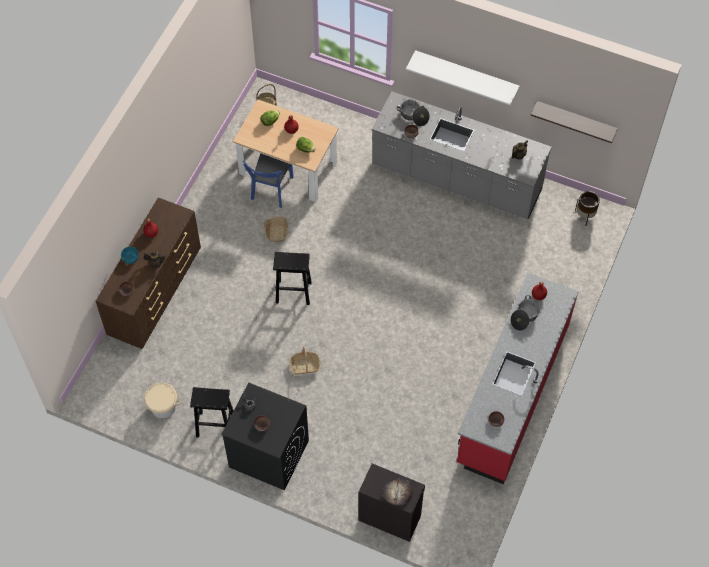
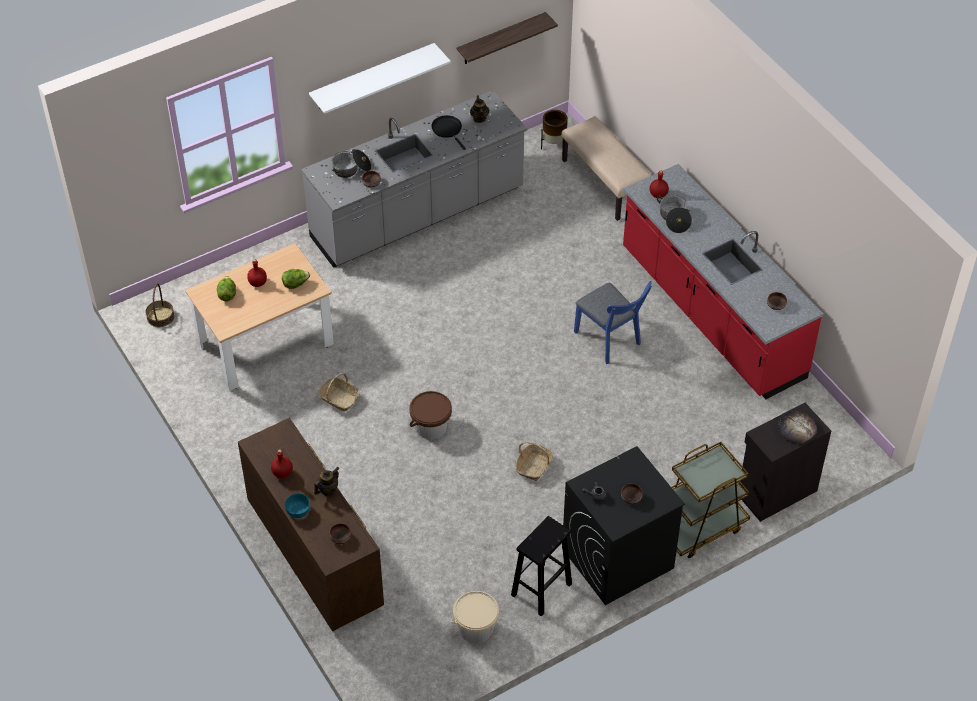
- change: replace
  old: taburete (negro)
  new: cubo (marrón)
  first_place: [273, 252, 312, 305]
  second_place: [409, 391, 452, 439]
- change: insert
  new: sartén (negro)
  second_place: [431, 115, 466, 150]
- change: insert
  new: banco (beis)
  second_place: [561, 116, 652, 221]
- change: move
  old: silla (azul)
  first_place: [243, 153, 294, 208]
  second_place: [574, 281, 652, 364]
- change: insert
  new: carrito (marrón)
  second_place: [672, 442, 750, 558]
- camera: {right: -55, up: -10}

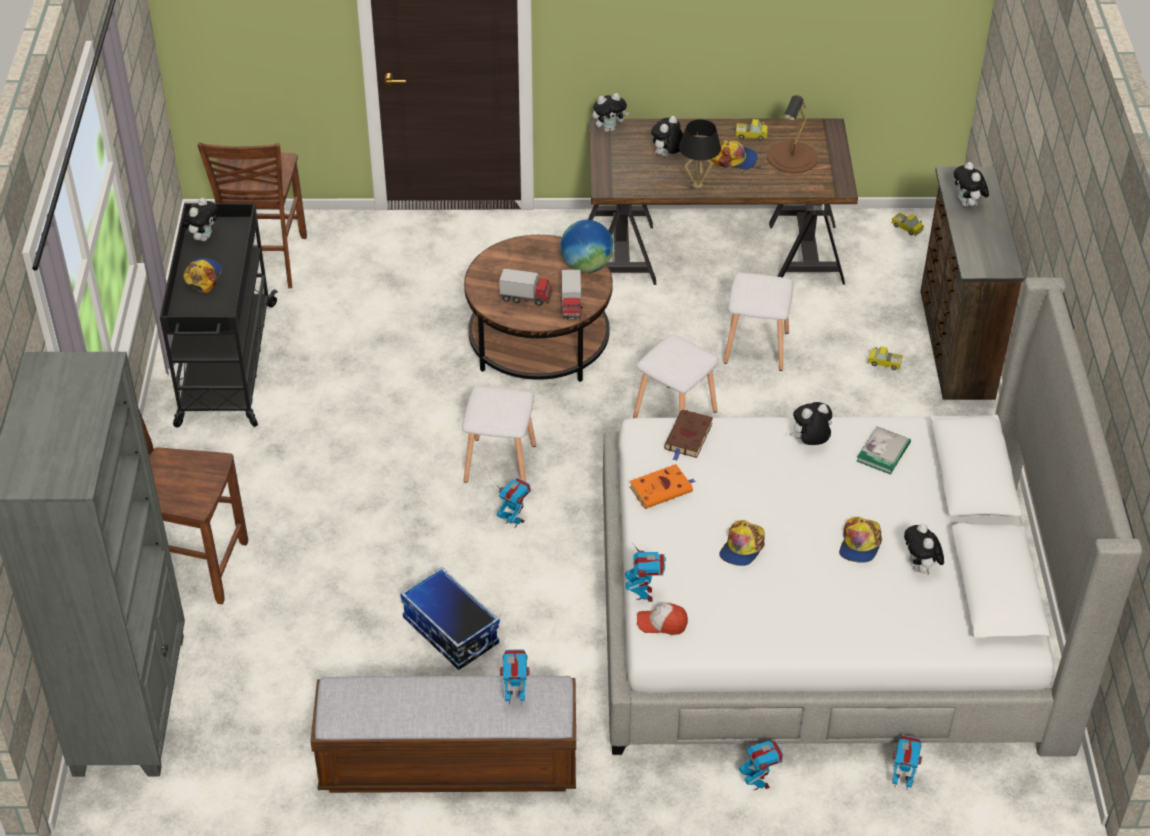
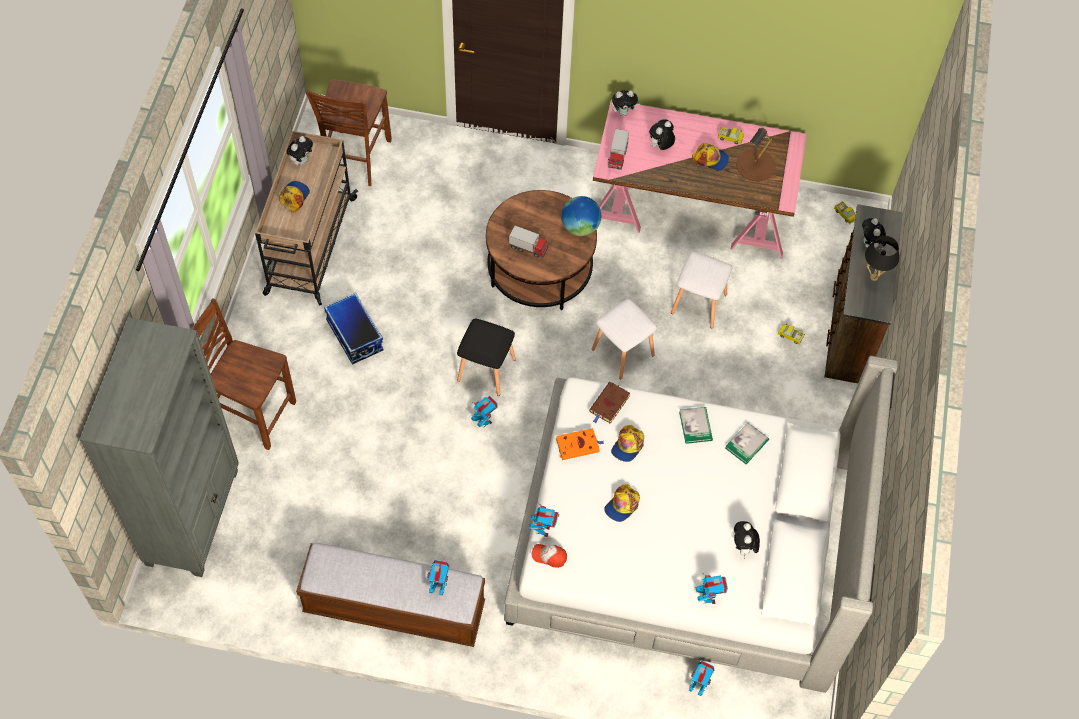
- change: recolor
  old: carrito (negro)
  new: carrito (beis)
  first_place: [160, 203, 278, 428]
  second_place: [255, 131, 358, 306]
- change: move
  old: caja de almacenaje
  first_place: [400, 567, 500, 670]
  second_place: [324, 293, 383, 365]
- change: recolor
  old: taburete (blanco)
  new: taburete (negro)
  first_place: [462, 386, 536, 483]
  second_place: [457, 319, 516, 396]
- change: recolor
  old: escritorio (marrón)
  new: escritorio (rosa)
  first_place: [588, 118, 858, 285]
  second_place: [593, 100, 807, 259]
- change: move
  old: camión de juguete
  first_place: [561, 269, 583, 319]
  second_place: [608, 129, 629, 170]
- change: move
  old: gorra
  first_place: [839, 517, 882, 563]
  second_place: [611, 425, 644, 462]
- change: replace
  old: peluche
  new: libro
  first_place: [789, 402, 832, 445]
  second_place: [679, 407, 713, 444]
- change: move
  old: robot de juguete
  first_place: [739, 739, 784, 790]
  second_place: [696, 574, 728, 604]
- change: move
  old: lámpara de mesa (negro)
  first_place: [679, 119, 721, 188]
  second_place: [865, 236, 899, 281]
- camera: {right: 10, up: 15}

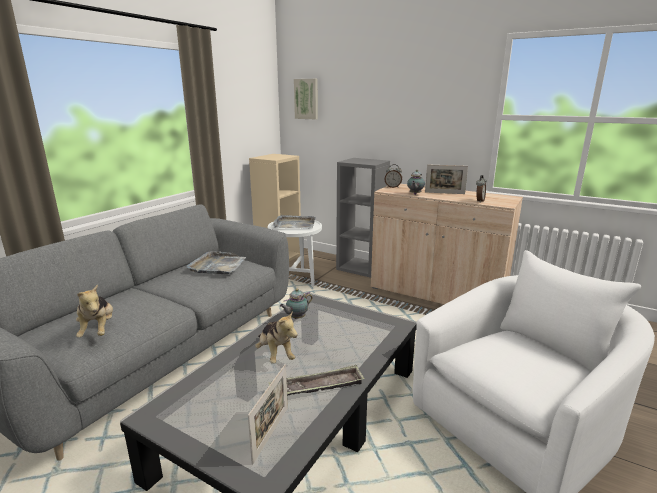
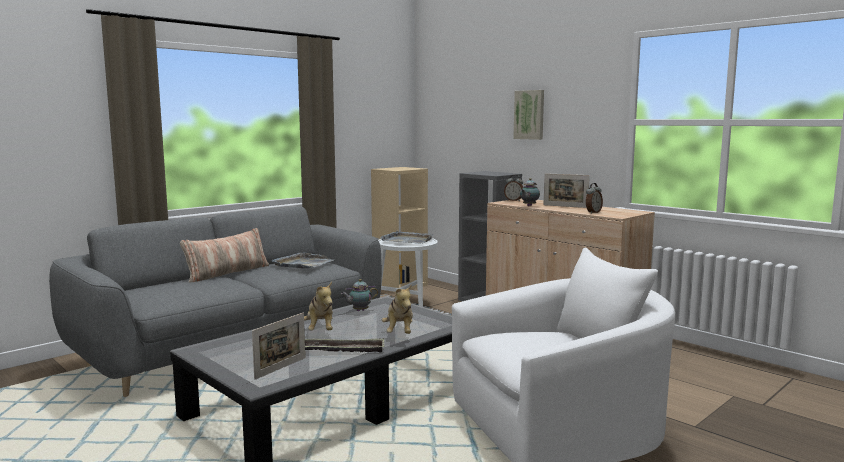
- change: insert
  new: cojín
  second_place: [180, 228, 269, 283]
- change: move
  old: peluche
  first_place: [76, 285, 113, 337]
  second_place: [382, 284, 413, 334]
- change: move
  old: cuadro
  first_place: [294, 79, 318, 119]
  second_place: [513, 90, 544, 140]
- camera: {right: 15, up: -10}

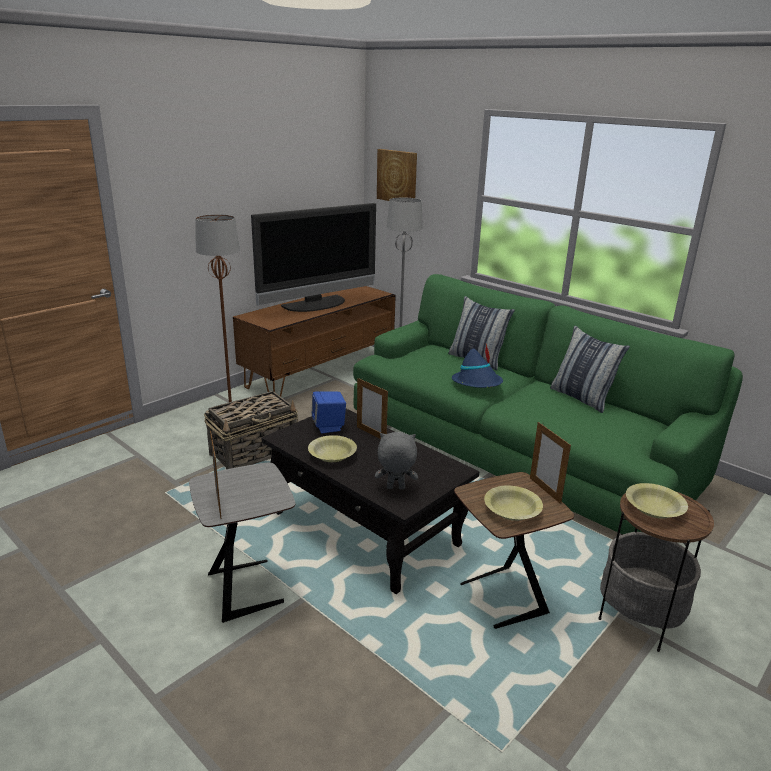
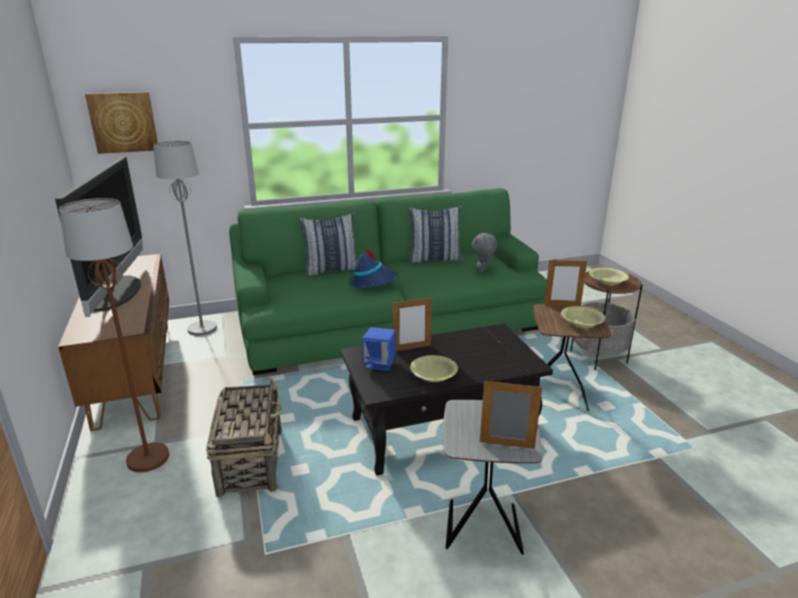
- change: move
  old: peluche (gris)
  first_place: [375, 432, 418, 489]
  second_place: [472, 232, 498, 273]
- camera: {right: -60, up: 0}

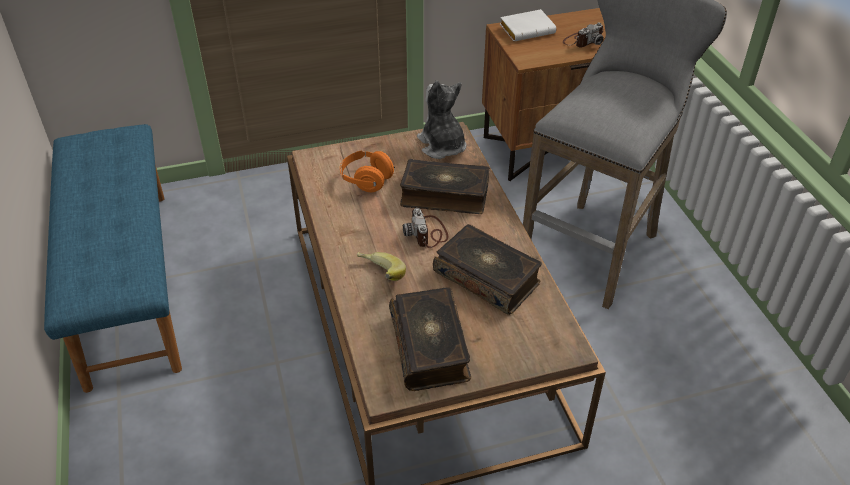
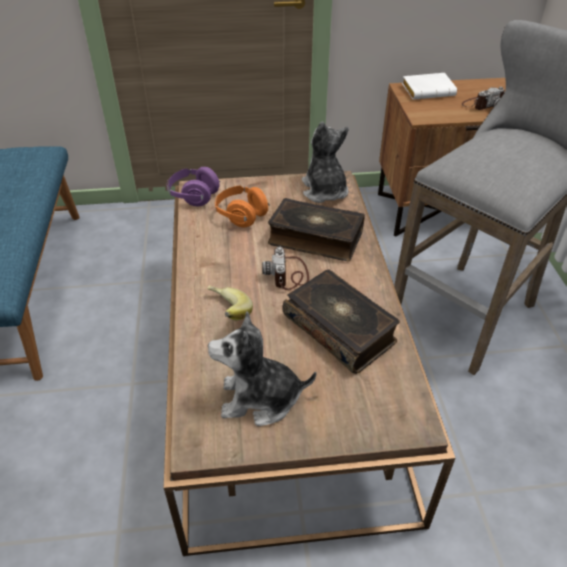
- change: insert
  new: auriculares (morado)
  second_place: [167, 167, 220, 206]
- change: replace
  old: libro
  new: peluche
  first_place: [389, 287, 471, 391]
  second_place: [208, 312, 316, 426]
- camera: {right: 10, up: 0}

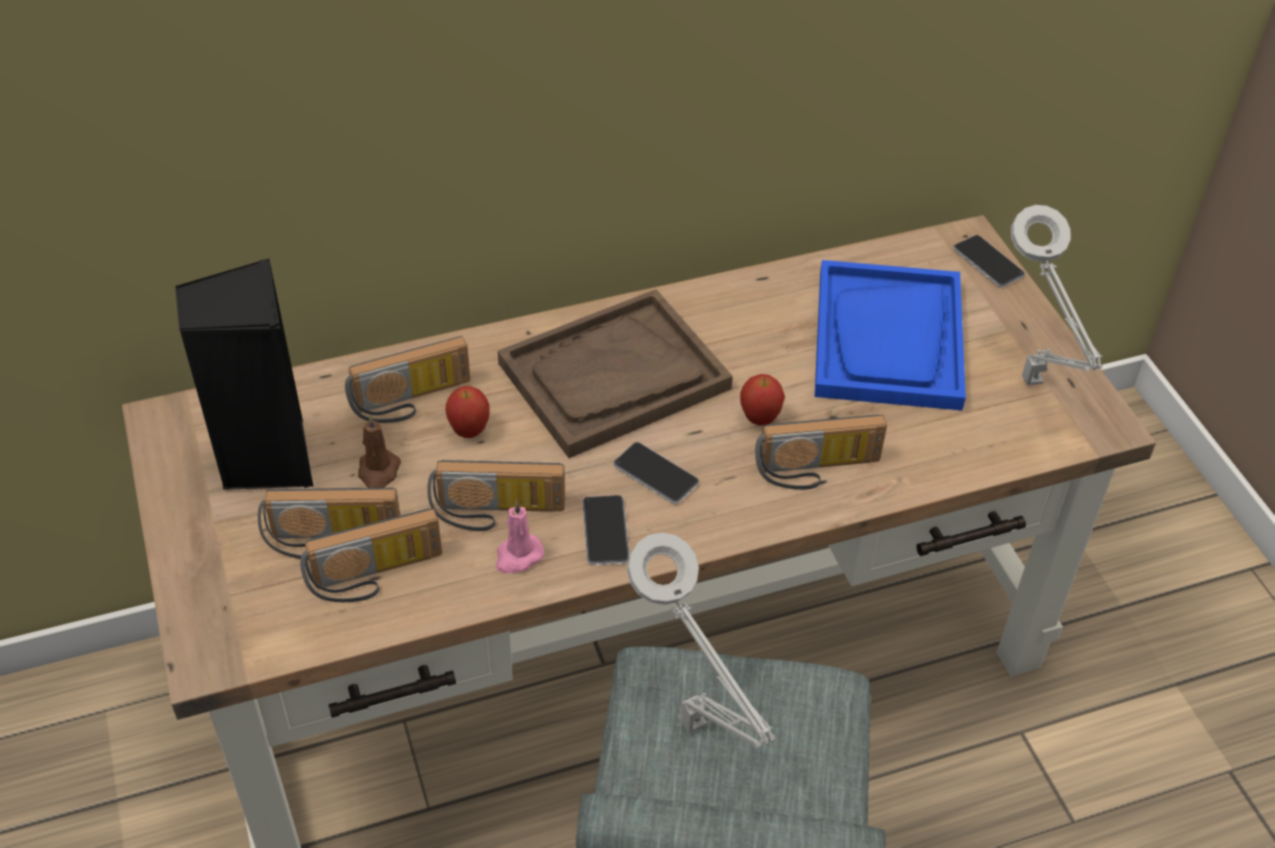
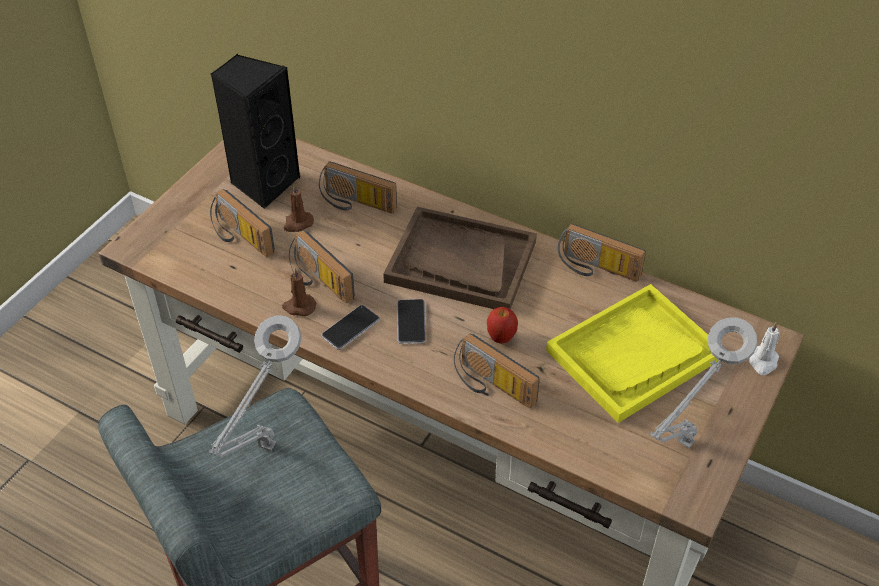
- change: recolor
  old: vela (rosa)
  new: vela (marrón)
  first_place: [496, 500, 544, 573]
  second_place: [282, 268, 316, 316]
- change: recolor
  old: bandeja (azul)
  new: bandeja (amarillo)
  first_place: [815, 260, 966, 411]
  second_place: [546, 284, 718, 423]
- change: move
  old: radio
  first_place: [300, 508, 442, 602]
  second_place: [558, 224, 646, 281]
- change: replace
  old: móvil
  new: vela (blanco)
  first_place: [953, 235, 1025, 288]
  second_place: [749, 323, 779, 375]
- change: delete
  old: manzana
  first_place: [445, 386, 489, 438]
- camera: {right: 50, up: 0}

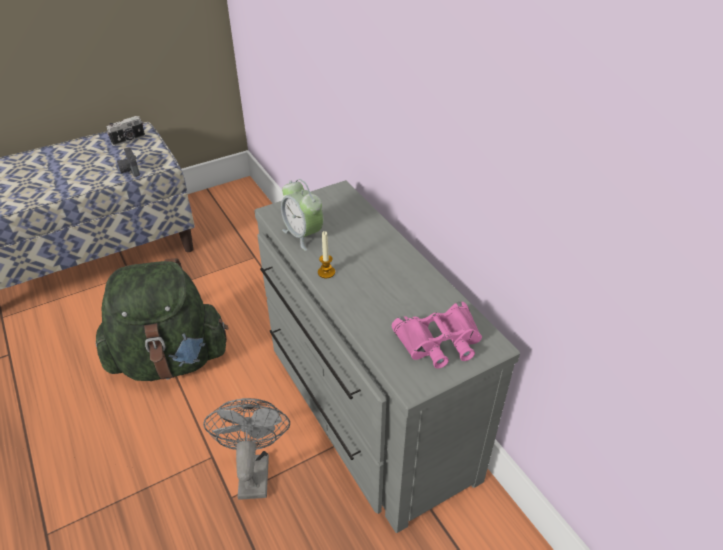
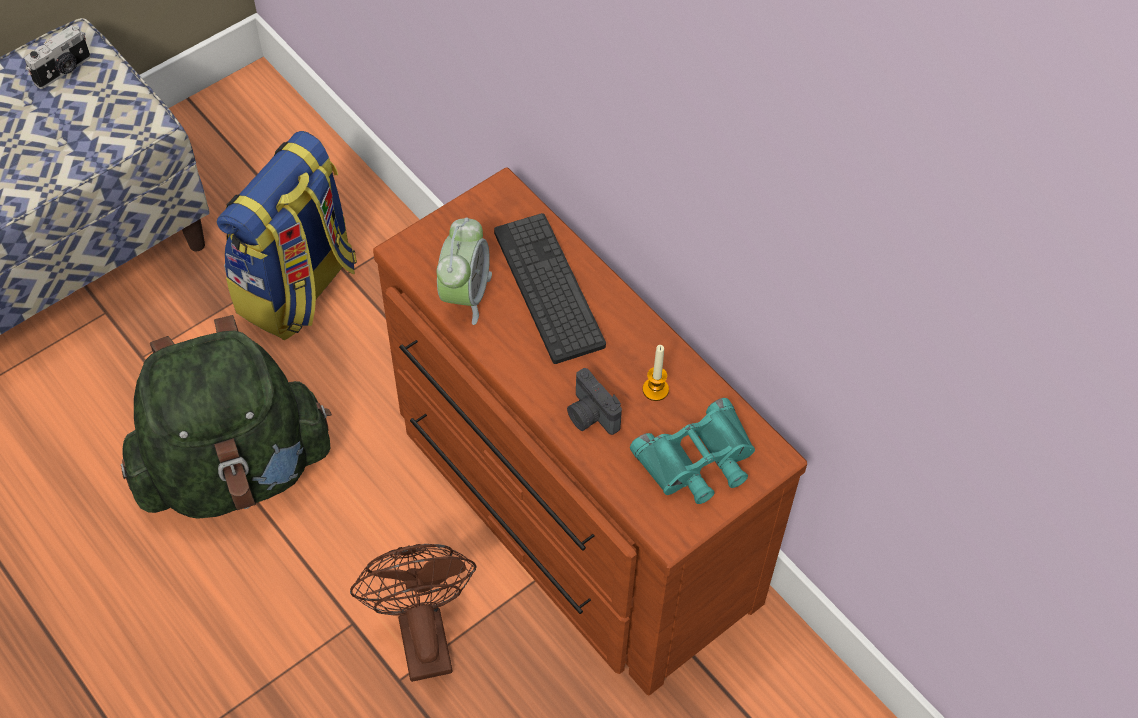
- change: insert
  new: mochila
  second_place: [217, 131, 357, 340]
- change: recolor
  old: ventilador (gris)
  new: ventilador (marrón)
  first_place: [203, 398, 290, 500]
  second_place: [350, 544, 477, 682]
- change: recolor
  old: cómoda (gris)
  new: cómoda (marrón)
  first_place: [255, 180, 520, 533]
  second_place: [373, 167, 807, 696]
- change: rotate
  old: despertador
  first_place: [281, 179, 323, 251]
  second_place: [436, 217, 492, 325]
  degrees: -120
- change: insert
  new: teclado
  second_place: [494, 213, 606, 364]
- change: move
  old: cámara
  first_place: [117, 147, 140, 177]
  second_place: [567, 368, 622, 435]
- change: recolor
  old: prismáticos (rosa)
  new: prismáticos (turquesa)
  first_place: [392, 302, 482, 369]
  second_place: [630, 398, 755, 504]
- change: move
  old: vela
  first_place: [318, 231, 335, 278]
  second_place: [642, 345, 669, 401]
- camera: {right: -10, up: 15}

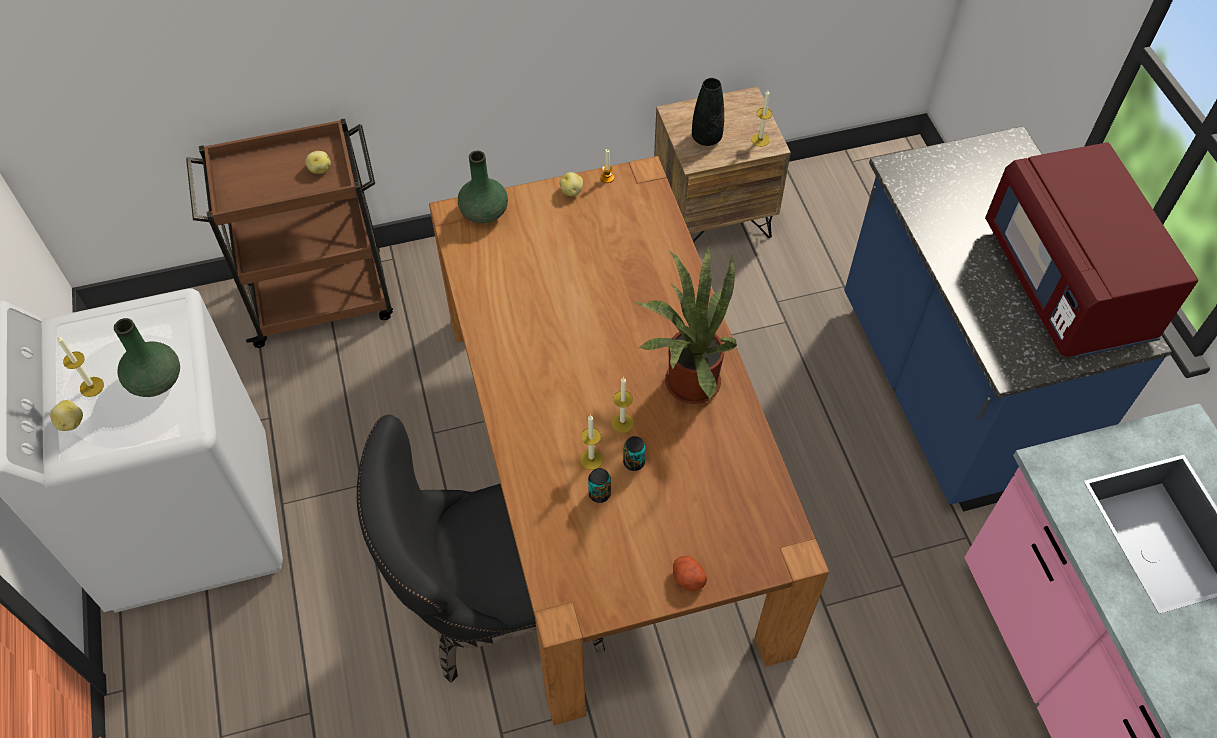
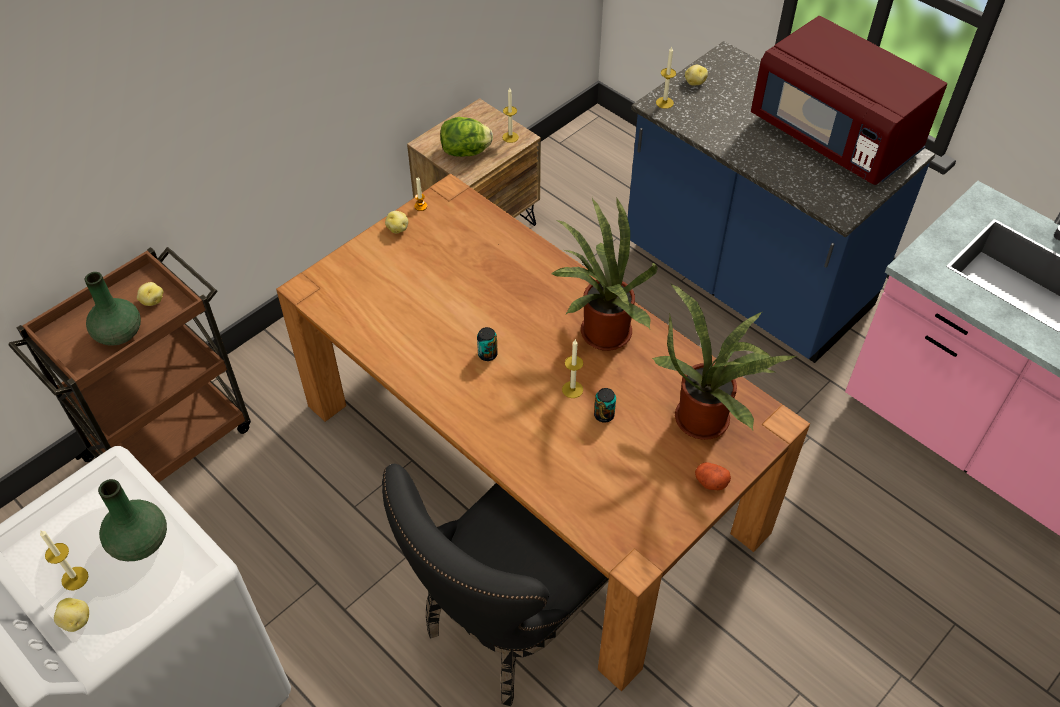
- change: move
  old: florero (verde)
  first_place: [458, 151, 508, 223]
  second_place: [84, 272, 141, 346]
- change: replace
  old: florero (negro)
  new: lechuga
  first_place: [692, 78, 724, 146]
  second_place: [440, 117, 493, 157]
- change: move
  old: lata
  first_place: [588, 468, 611, 503]
  second_place: [477, 327, 498, 361]
- change: insert
  new: planta en maceta
  second_place: [652, 284, 797, 440]
- change: move
  old: vela
  first_place: [580, 415, 603, 470]
  second_place: [656, 47, 676, 109]
- change: insert
  new: patata
  second_place: [685, 65, 708, 86]
- camera: {right: -30, up: -5}

